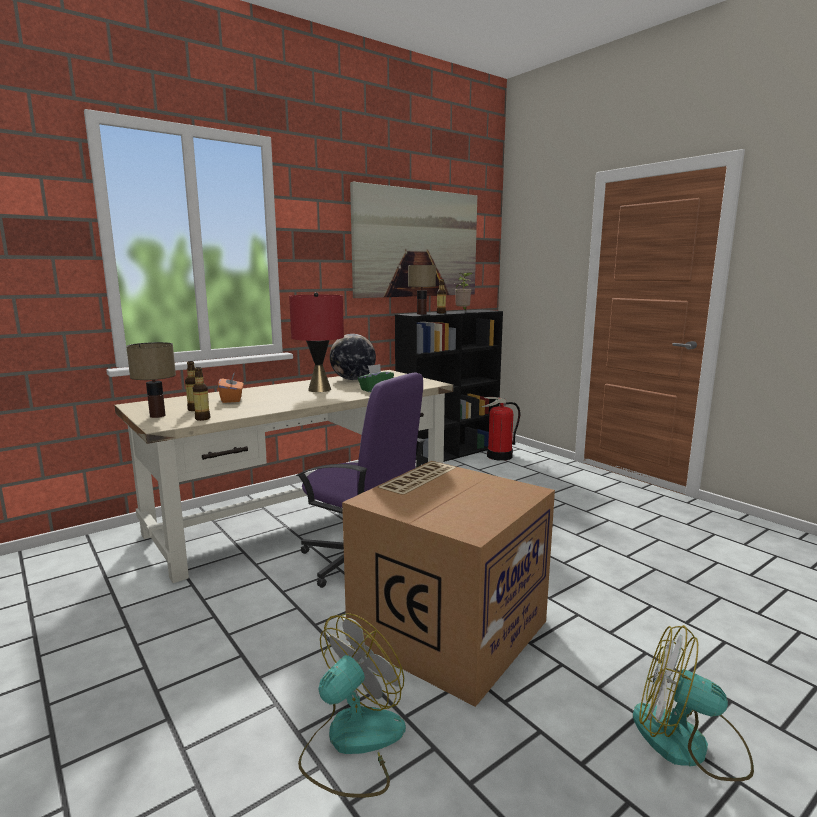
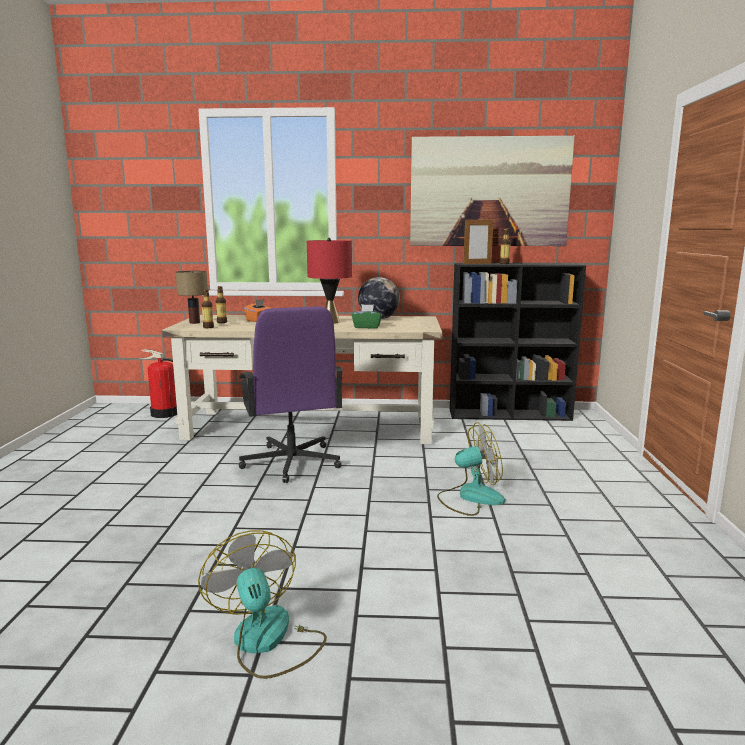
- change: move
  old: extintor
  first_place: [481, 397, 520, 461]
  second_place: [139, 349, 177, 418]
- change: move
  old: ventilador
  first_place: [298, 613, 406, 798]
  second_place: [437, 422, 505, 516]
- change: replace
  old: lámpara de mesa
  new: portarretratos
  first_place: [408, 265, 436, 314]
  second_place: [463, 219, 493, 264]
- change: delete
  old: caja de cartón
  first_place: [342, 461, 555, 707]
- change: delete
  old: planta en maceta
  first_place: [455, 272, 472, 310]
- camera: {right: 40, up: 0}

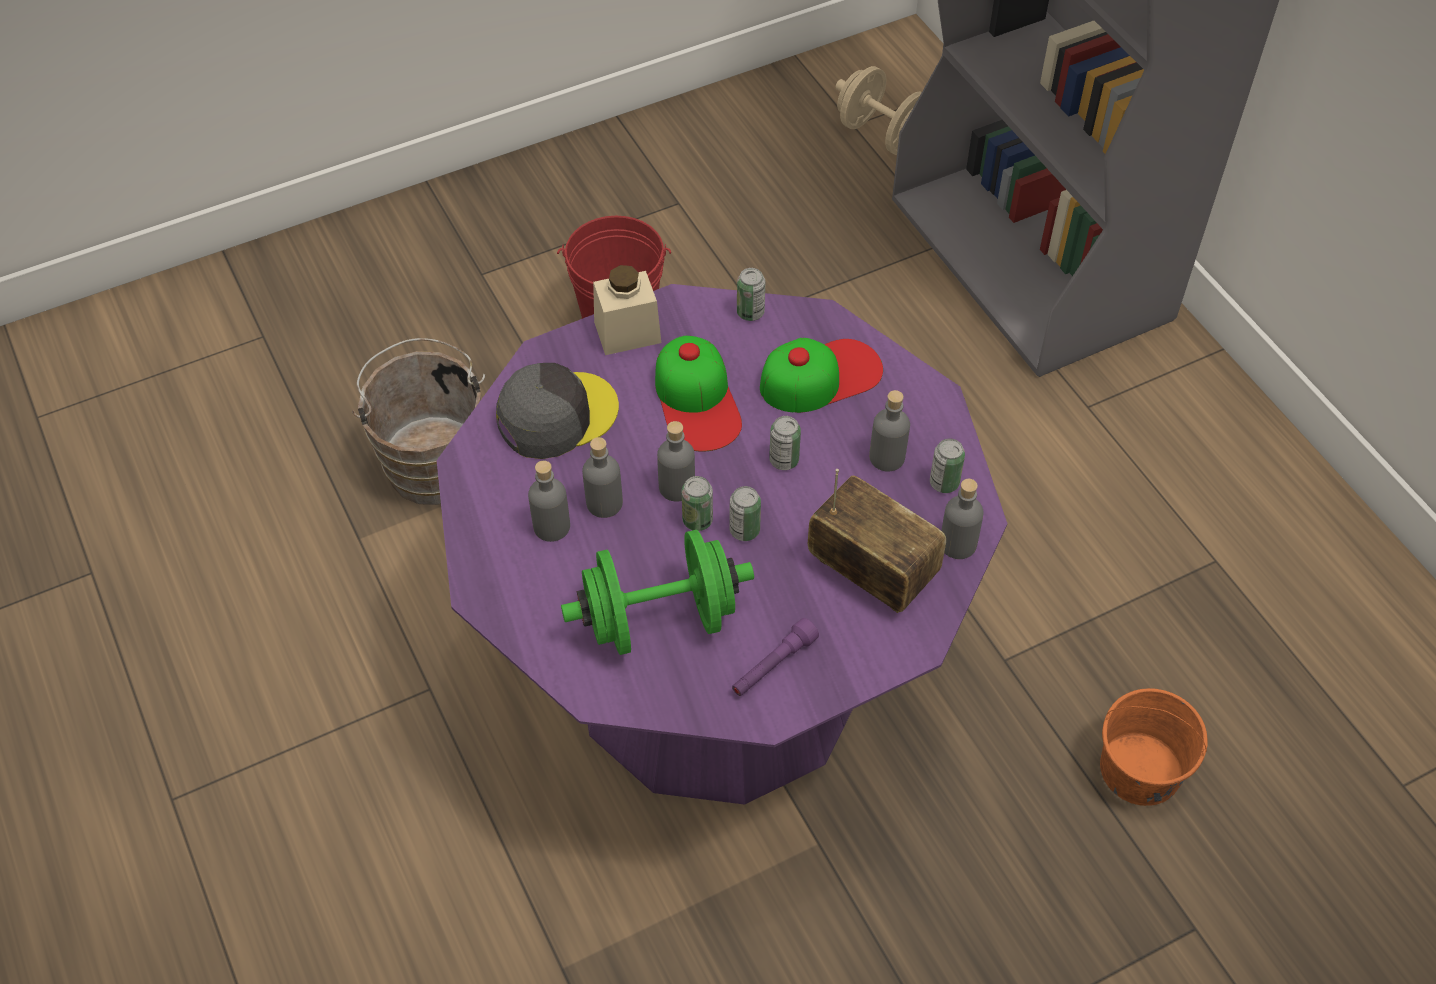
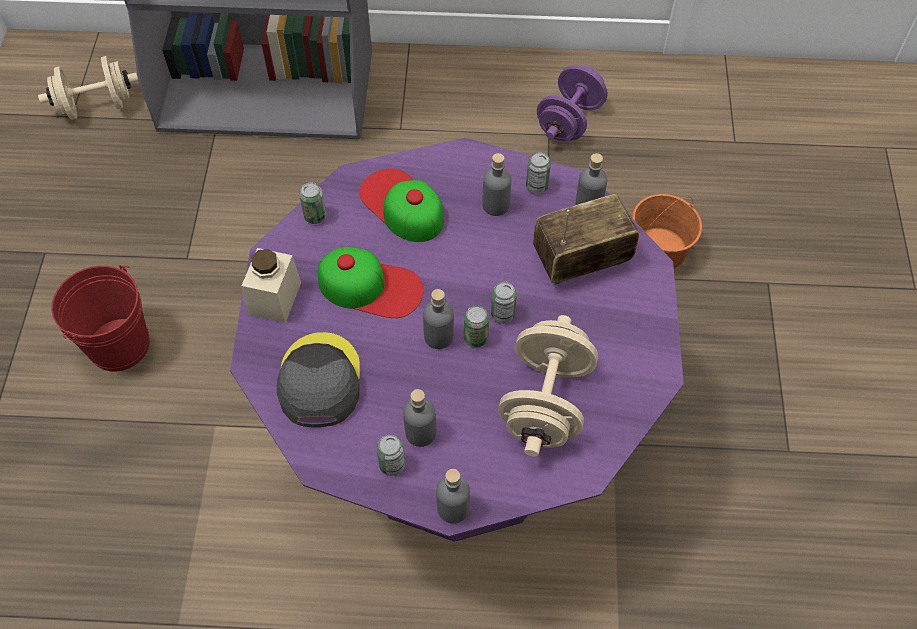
- change: rotate
  old: gorra
  first_place: [760, 338, 883, 413]
  second_place: [359, 169, 444, 242]
  degrees: -45
- change: move
  old: lata
  first_place: [769, 416, 801, 470]
  second_place: [376, 434, 405, 476]
- change: move
  old: botella (gris)
  first_place: [582, 437, 623, 518]
  second_place: [436, 469, 470, 524]
- change: recolor
  old: mancuerna (verde)
  new: mancuerna (beis)
  first_place: [561, 530, 754, 655]
  second_place: [498, 315, 598, 457]
- change: insert
  new: mancuerna (morado)
  second_place: [537, 65, 608, 141]
- change: delete
  old: cubo (marrón)
  first_place: [352, 338, 485, 505]
- change: delete
  old: linterna (morado)
  first_place: [732, 618, 819, 696]
- camera: {right: -60, up: 5}

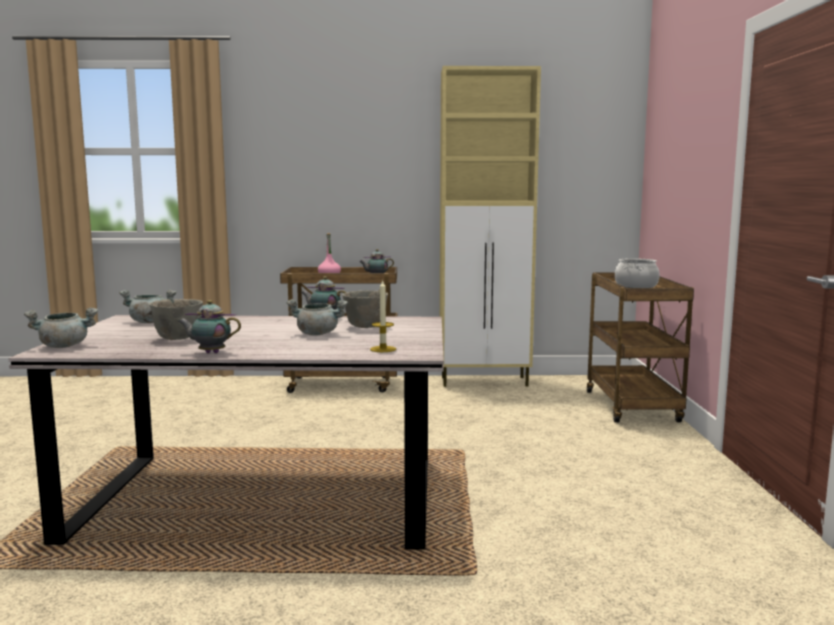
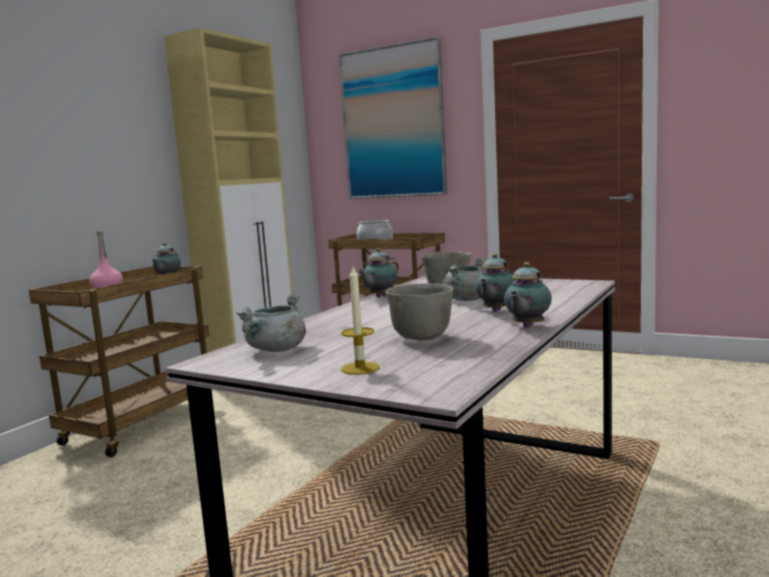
- change: insert
  new: cuadro
  second_place: [339, 37, 447, 199]
- change: move
  old: vela
  first_place: [370, 279, 396, 352]
  second_place: [341, 267, 380, 375]
- change: insert
  new: tetera
  second_place: [475, 253, 516, 312]
- change: delete
  old: olla (gris)
  first_place: [24, 308, 98, 348]
- camera: {right: -60, up: 0}

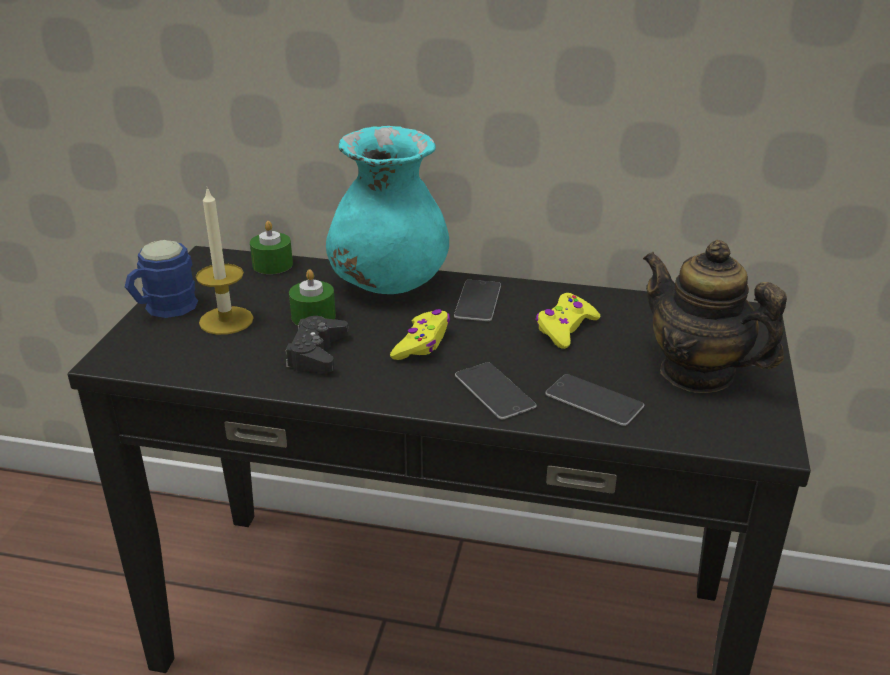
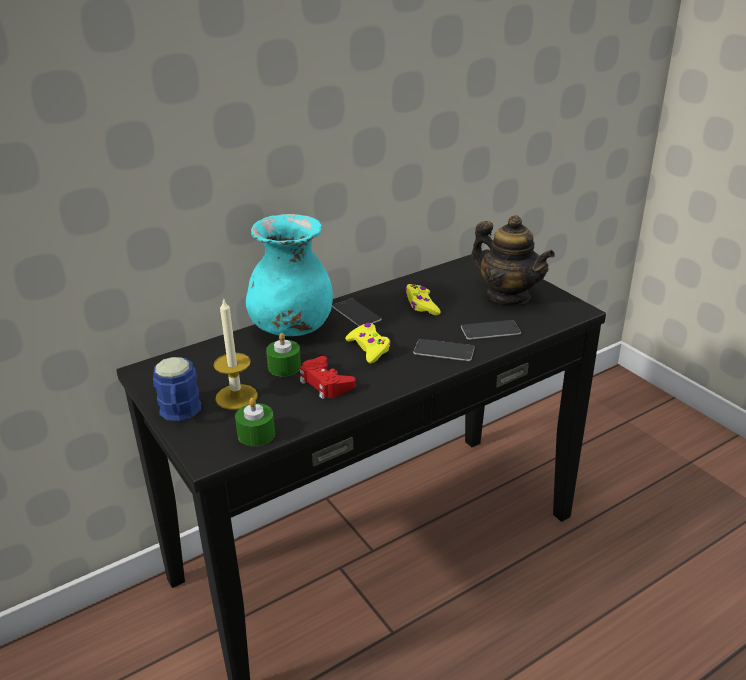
- change: move
  old: vela (verde)
  first_place: [250, 221, 293, 274]
  second_place: [235, 398, 275, 446]
- change: recolor
  old: mando de consola (negro)
  new: mando de consola (rojo)
  first_place: [285, 316, 349, 373]
  second_place: [300, 356, 356, 399]
- change: rotate
  old: tetera
  first_place: [643, 240, 787, 393]
  second_place: [471, 215, 555, 305]
  degrees: -135
- camera: {right: -45, up: 0}

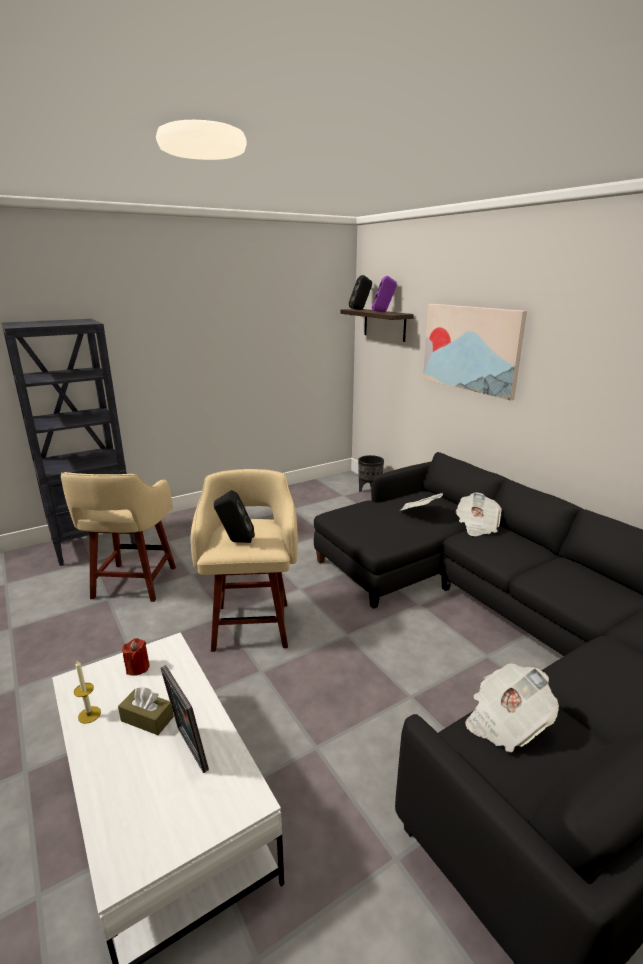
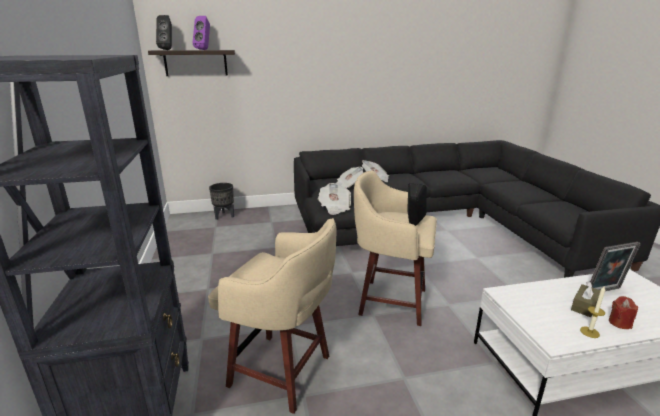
- change: move
  old: periódico
  first_place: [465, 663, 559, 752]
  second_place: [318, 183, 351, 215]
- change: move
  old: vela (rojo)
  first_place: [122, 638, 150, 676]
  second_place: [609, 296, 638, 329]
- change: delete
  old: cuadro
  first_place: [422, 304, 527, 401]
- camera: {right: -70, up: 0}

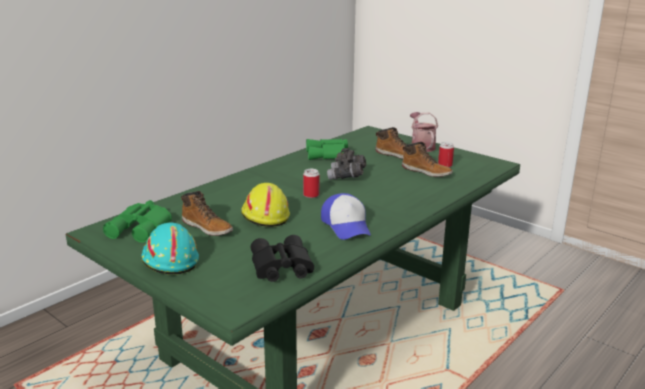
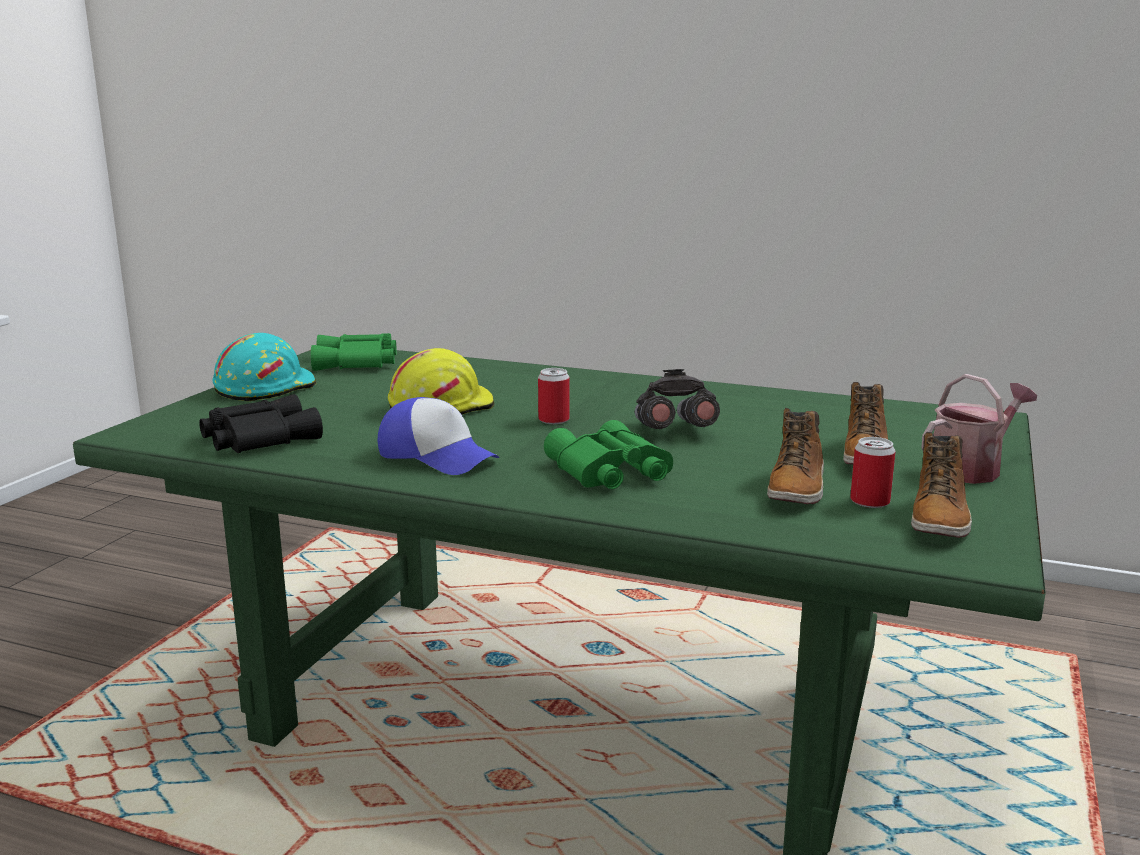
- change: rotate
  old: gorra
  first_place: [321, 193, 371, 240]
  second_place: [378, 397, 499, 475]
  degrees: -105
- change: move
  old: prismáticos (verde)
  first_place: [306, 139, 348, 160]
  second_place: [544, 420, 673, 489]
- change: move
  old: bota
  first_place: [181, 191, 233, 236]
  second_place: [911, 432, 972, 538]
- camera: {right: 70, up: -5}

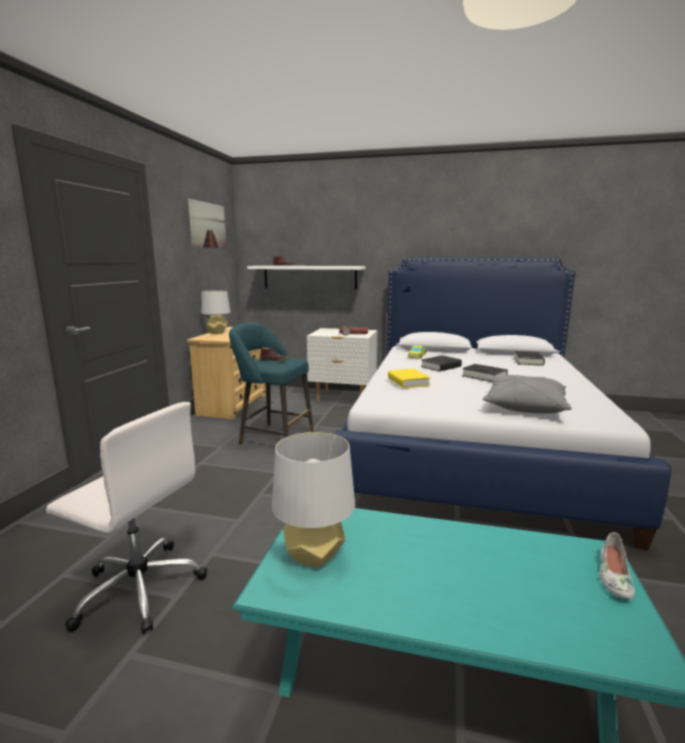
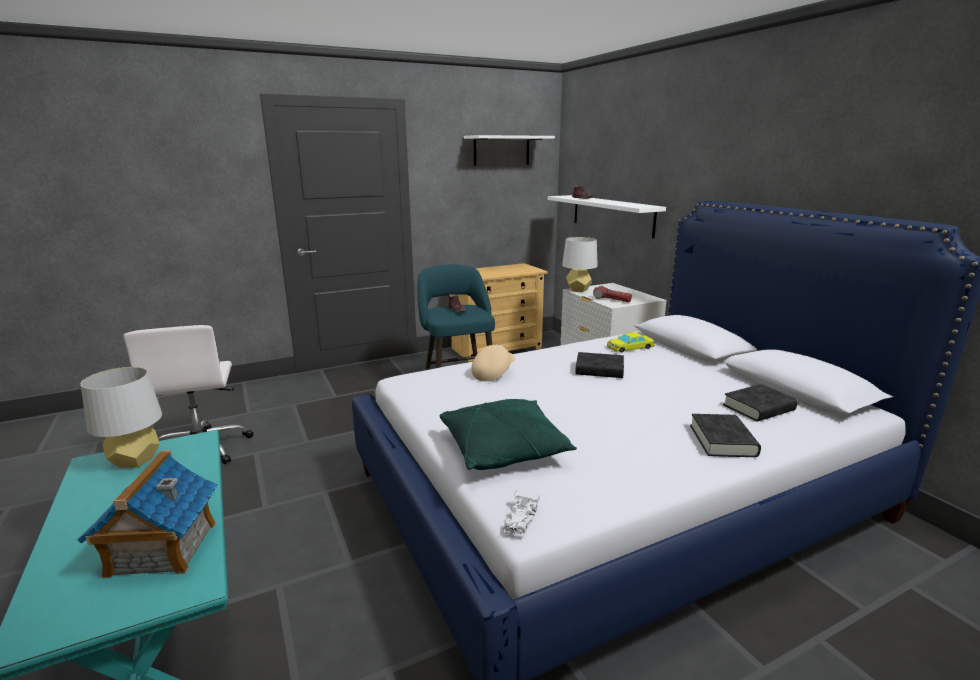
- change: insert
  new: casita
  second_place: [77, 450, 218, 578]
- change: recolor
  old: cojín (gris)
  new: cojín (verde)
  first_place: [483, 375, 572, 414]
  second_place: [440, 399, 577, 470]
- change: replace
  old: cuadro
  new: estante (blanco)
  first_place: [188, 199, 226, 248]
  second_place: [464, 135, 555, 166]
- change: replace
  old: libro (amarillo)
  new: gorra (beis)
  first_place: [388, 369, 431, 388]
  second_place: [471, 344, 515, 381]
- change: insert
  new: coche de juguete (blanco)
  second_place: [503, 491, 540, 536]
- change: move
  old: lámpara de mesa (gris)
  first_place: [201, 290, 231, 334]
  second_place: [562, 237, 598, 292]
- change: move
  old: libro (negro)
  first_place: [462, 364, 508, 382]
  second_place: [690, 414, 761, 457]
- change: delete
  old: zapato (blanco)
  first_place: [600, 532, 635, 600]
- camera: {right: 50, up: 5}

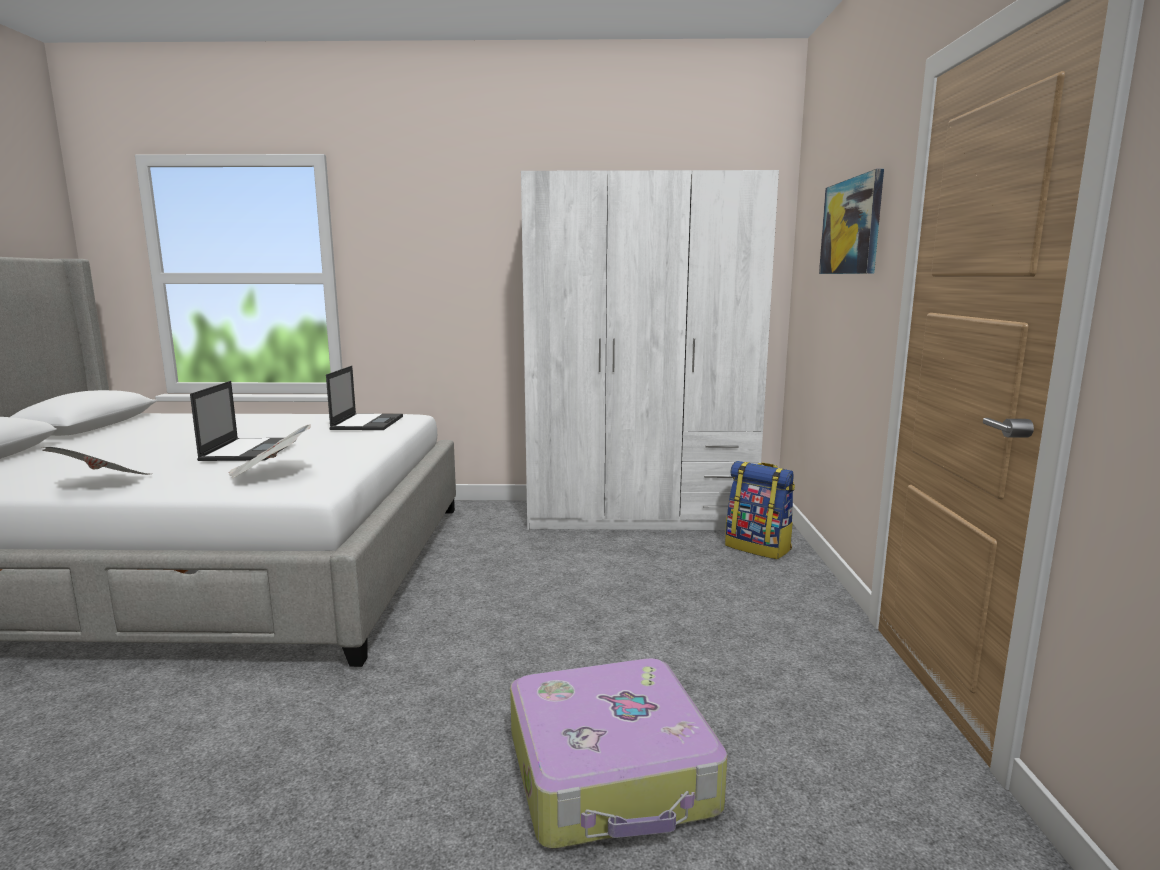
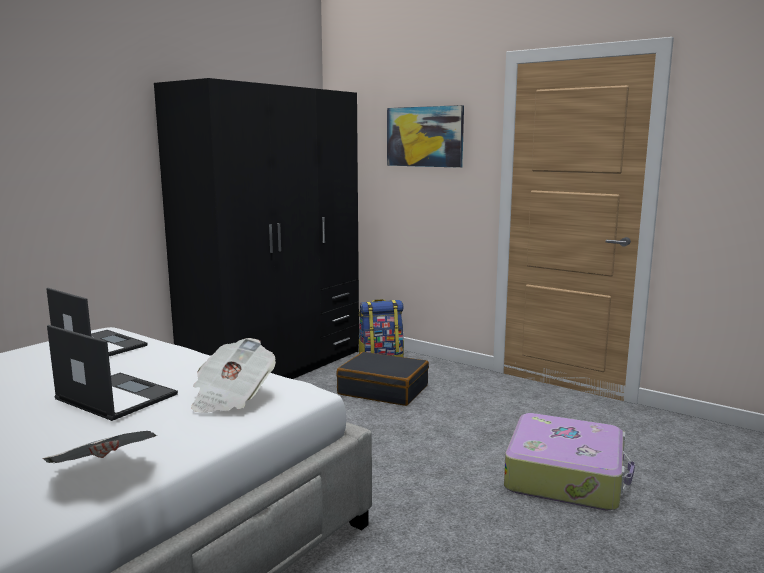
- change: recolor
  old: armario ropero (blanco)
  new: armario ropero (negro)
  first_place: [521, 170, 779, 530]
  second_place: [154, 78, 359, 379]
- change: insert
  new: maleta (negro)
  second_place: [336, 352, 429, 406]
- camera: {right: -55, up: 0}

